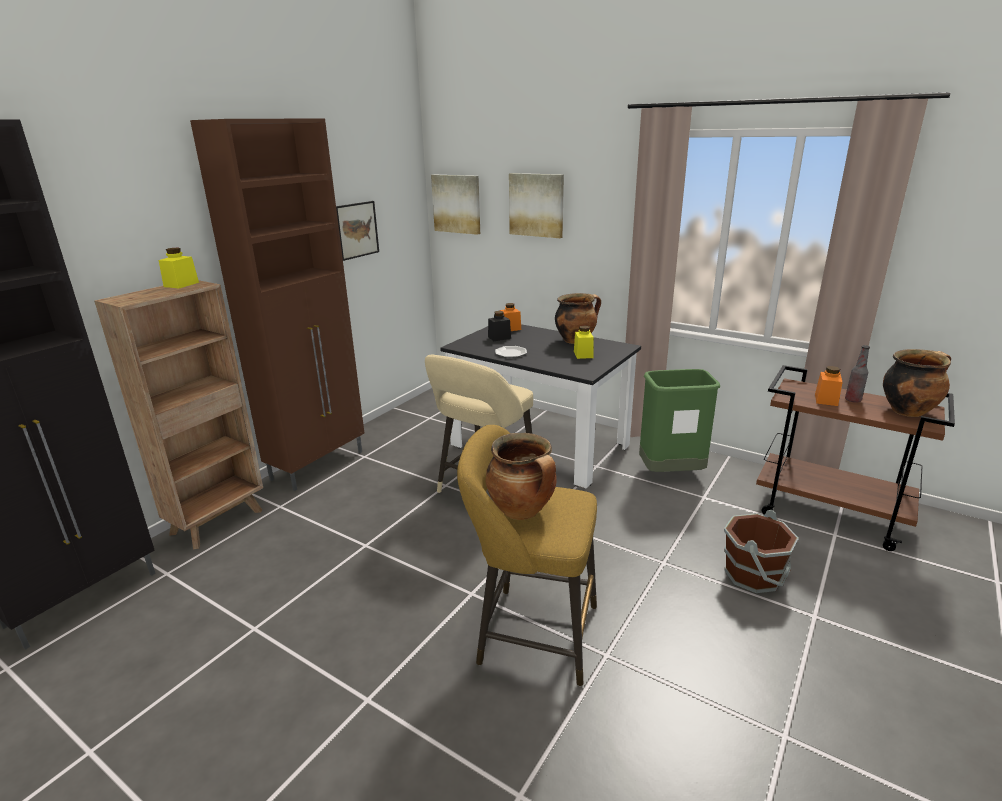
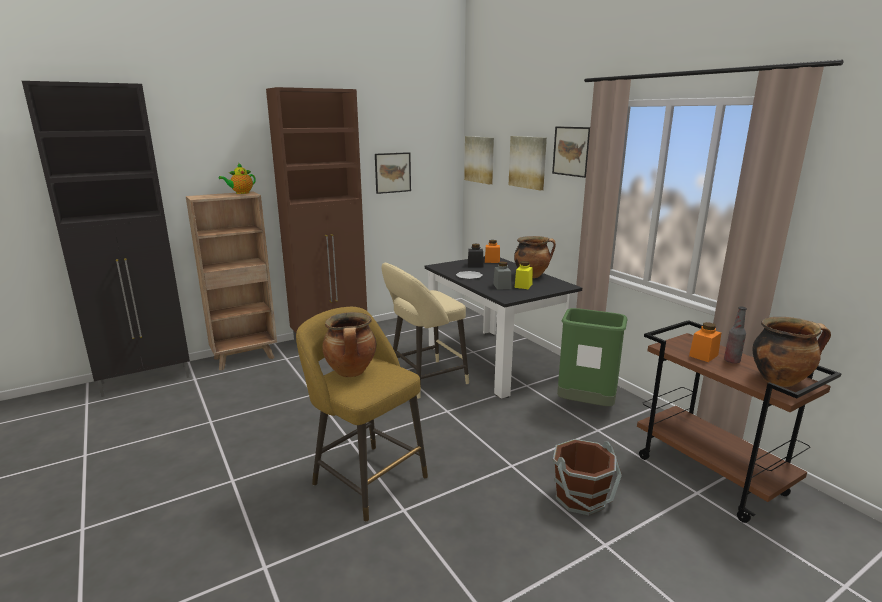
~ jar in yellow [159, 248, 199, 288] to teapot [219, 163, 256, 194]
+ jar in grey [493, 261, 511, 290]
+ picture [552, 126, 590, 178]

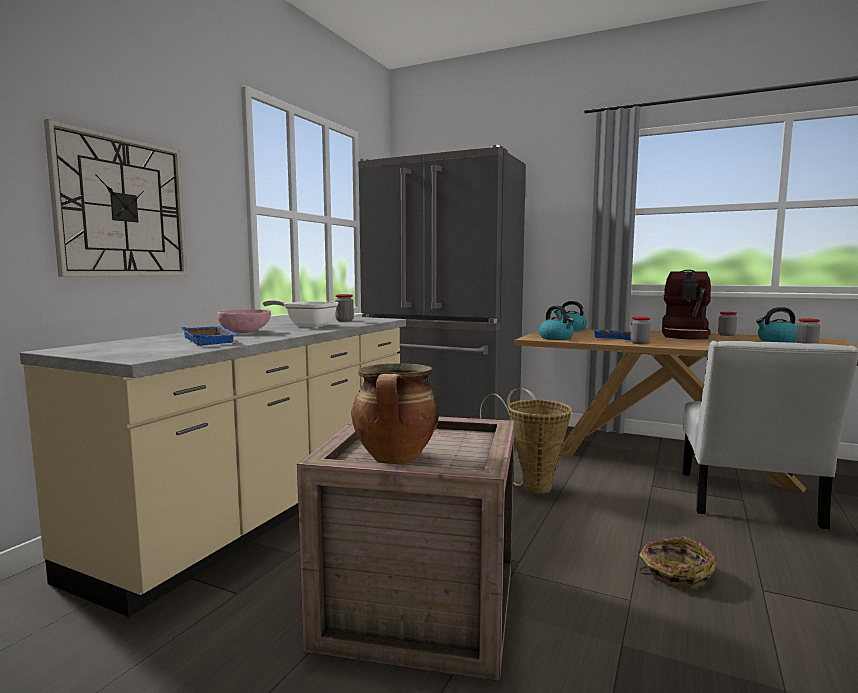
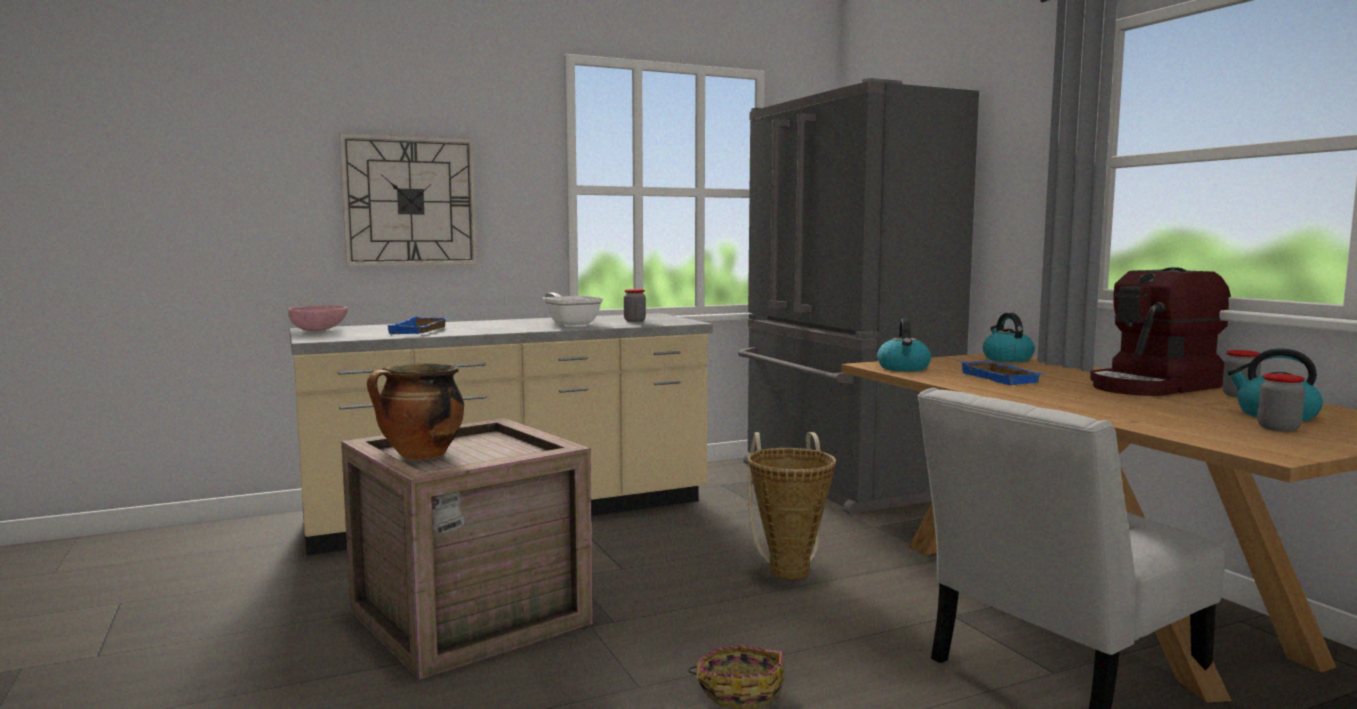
~ bowl in pink [217, 309, 271, 333] to [288, 305, 348, 331]
- jar [630, 317, 651, 344]

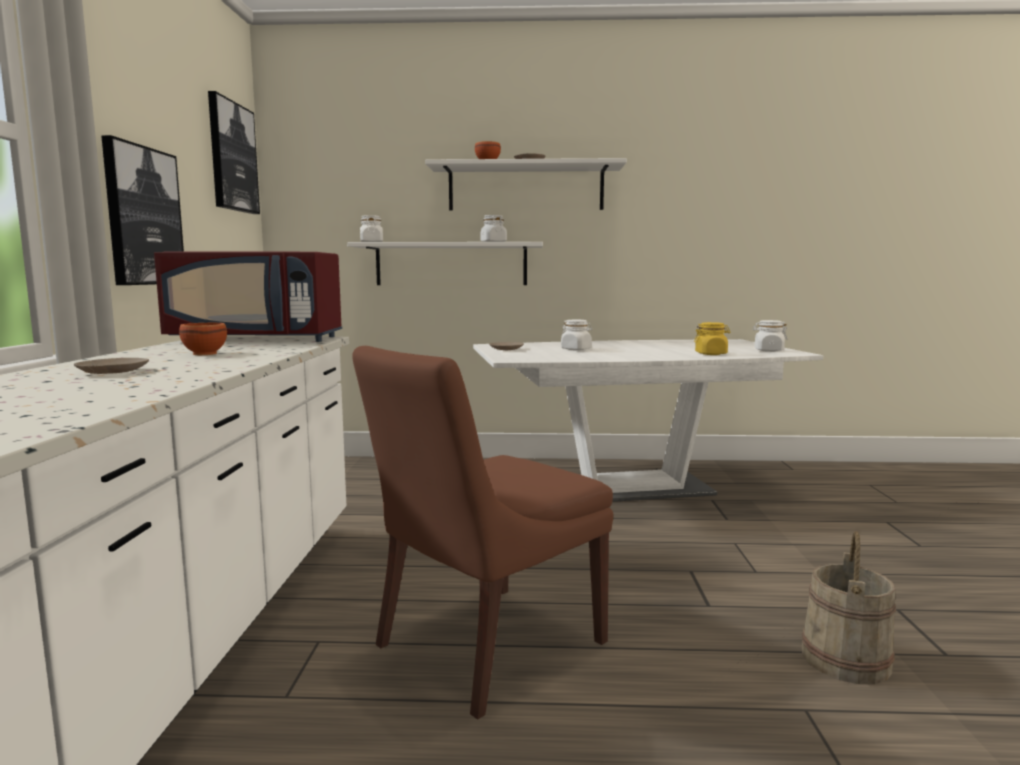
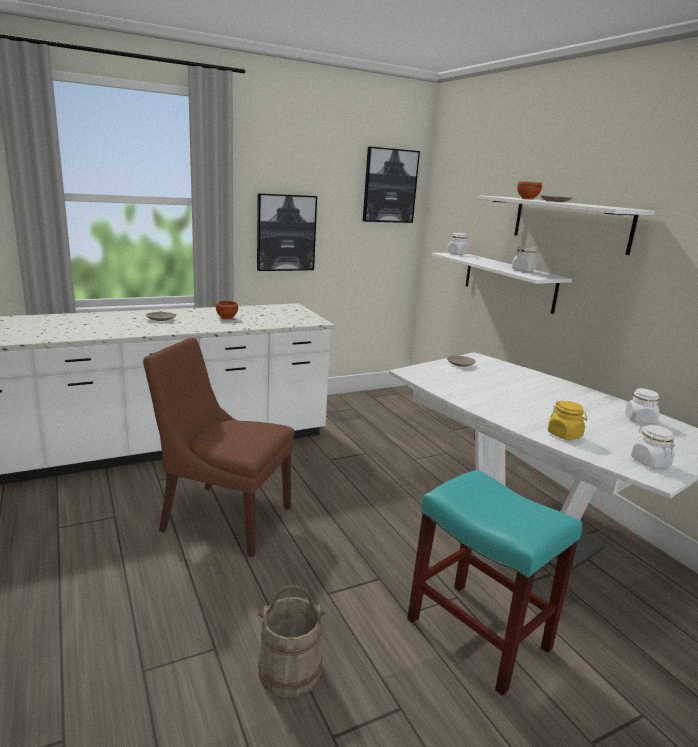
- microwave in red [154, 251, 342, 342]
~ jar in white [561, 320, 592, 350] to [625, 388, 659, 424]
+ stool in turquoise [407, 470, 583, 697]

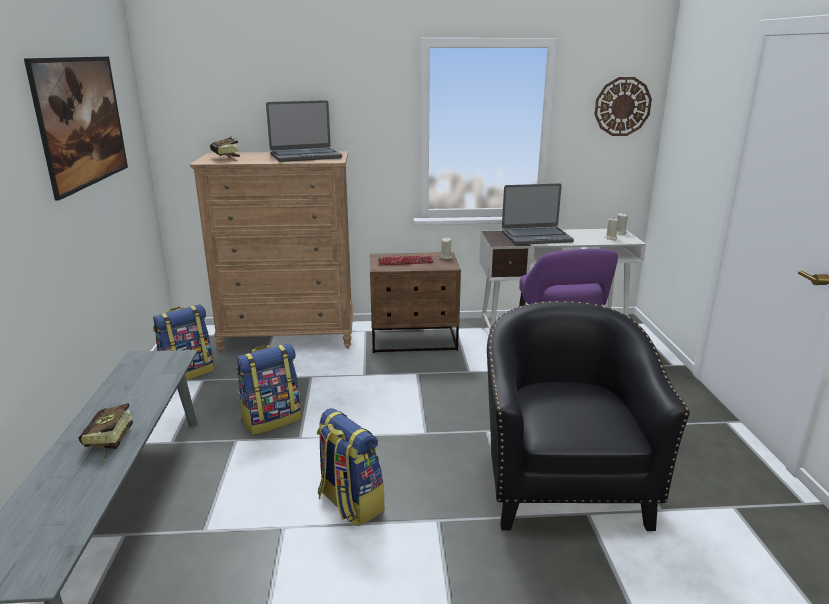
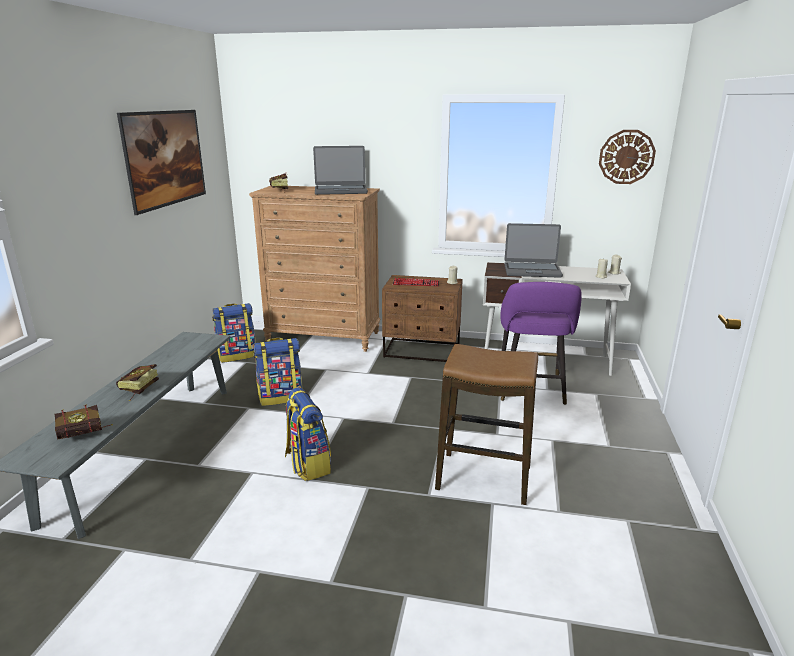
~ armchair in black [487, 301, 690, 531] to stool [435, 344, 538, 505]
+ book [55, 405, 113, 439]

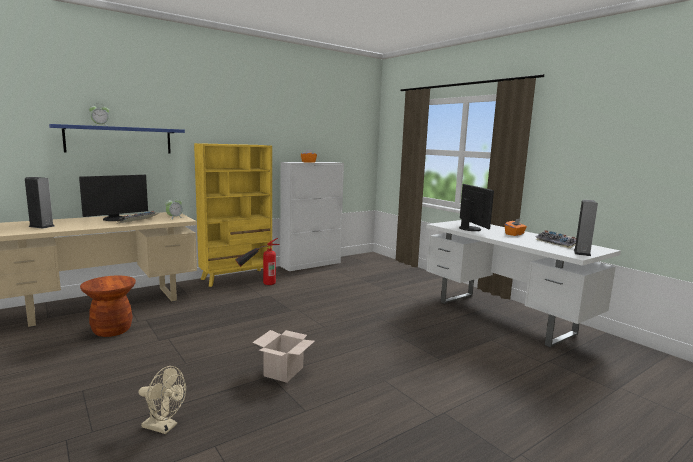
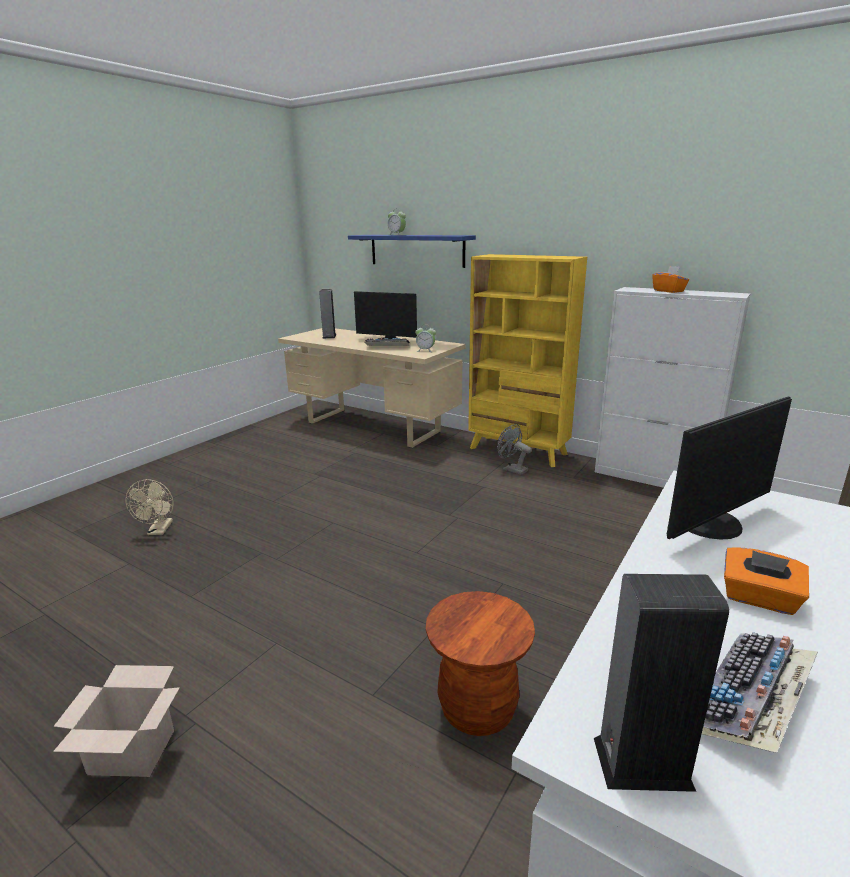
~ stool in brown [80, 276, 136, 337] to [426, 591, 535, 736]
~ fire extinguisher [235, 238, 280, 285] to fan in grey [497, 424, 532, 475]
~ cardboard box [252, 330, 315, 383] to [53, 665, 180, 777]

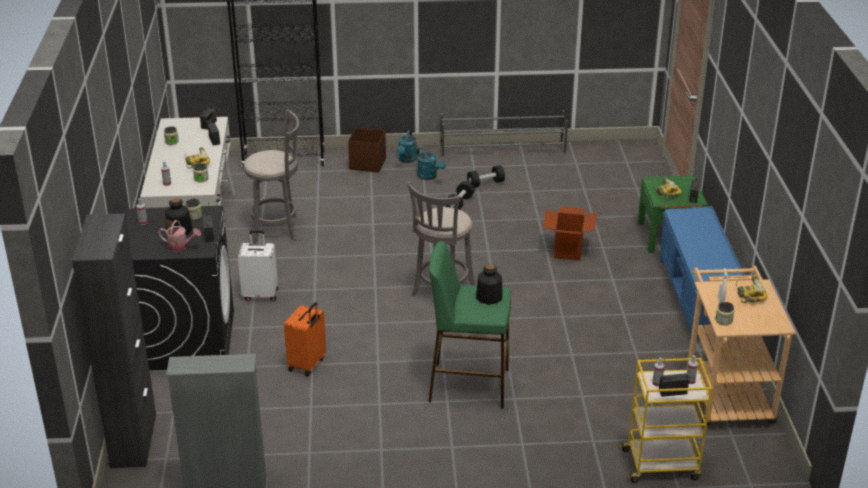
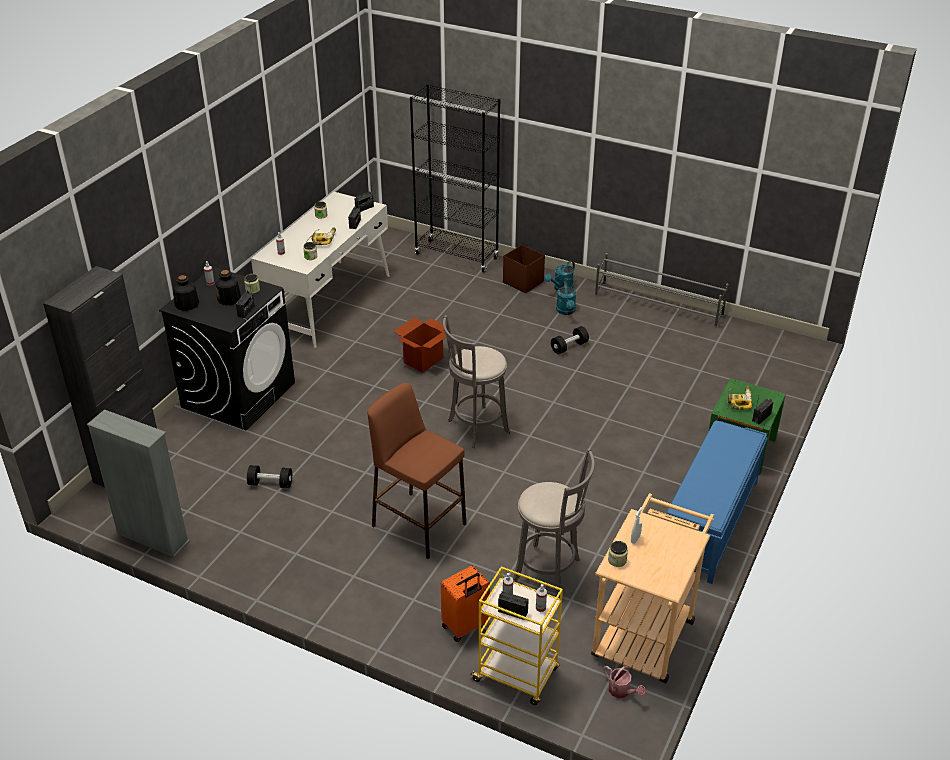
~ watering can [158, 220, 201, 252] to [603, 666, 646, 698]
- suitcase in white [238, 230, 278, 301]
~ stool in grey [244, 109, 299, 243] to [513, 448, 595, 598]
~ suitcase in orange [284, 302, 326, 376] to [441, 565, 490, 642]
~ stool in green [428, 242, 511, 409] to stool in brown [367, 383, 466, 559]
~ dumbbell in black [467, 165, 505, 188] to [247, 465, 292, 488]
~ bottle [476, 264, 503, 305] to [173, 275, 199, 311]
~ cardboard box [543, 207, 597, 261] to [393, 317, 452, 373]
- power drill [736, 276, 767, 303]

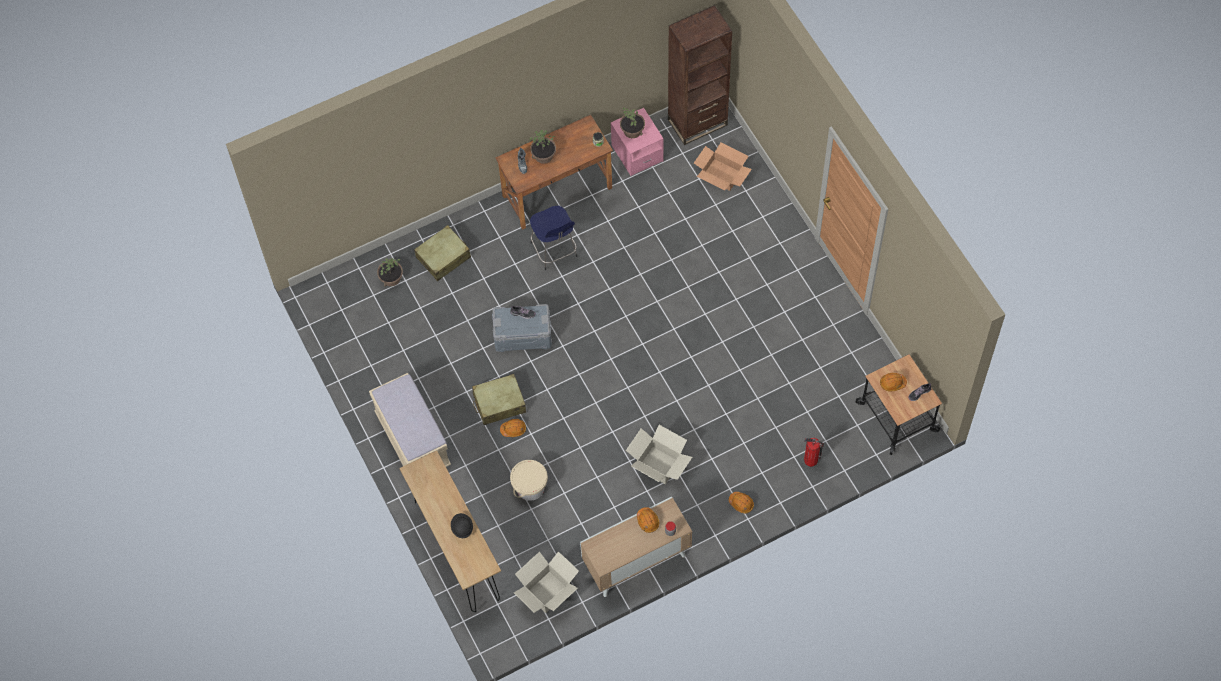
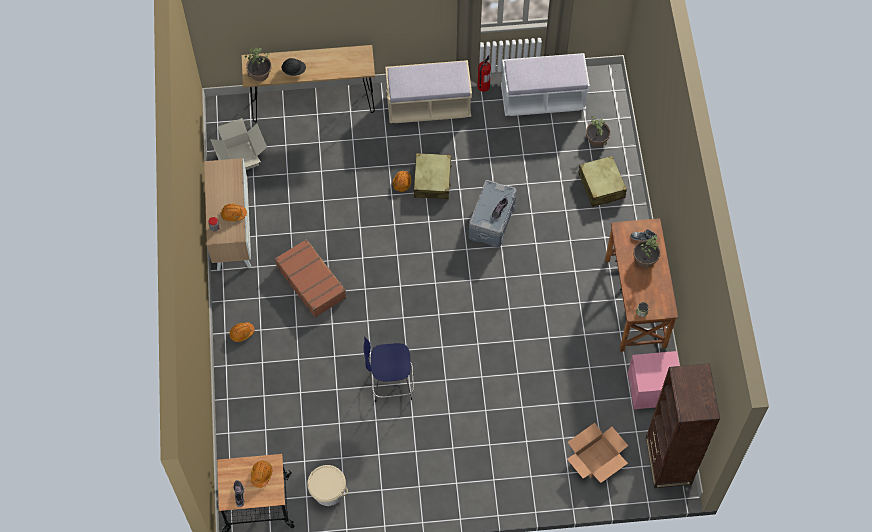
~ bucket in beige [510, 460, 548, 501] to [307, 465, 348, 506]
~ stool in blue [530, 206, 577, 270] to [363, 337, 414, 402]
~ potted plant [620, 108, 645, 138] to [245, 48, 272, 81]
~ cardboard box [626, 425, 692, 484] to suitcase in brown [275, 239, 346, 318]
~ fire extinguisher [804, 438, 824, 467] to [477, 55, 491, 92]
+ bench in white [501, 53, 590, 116]

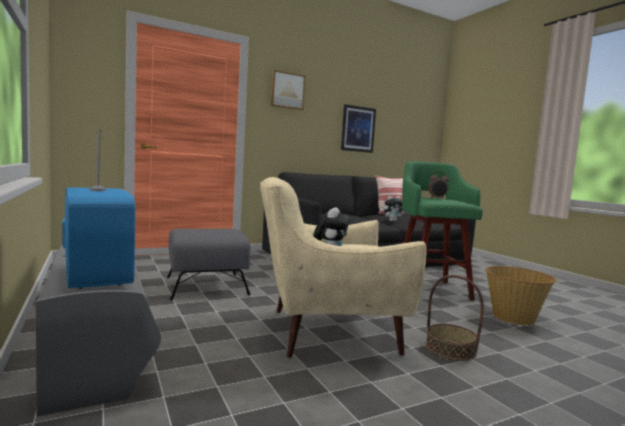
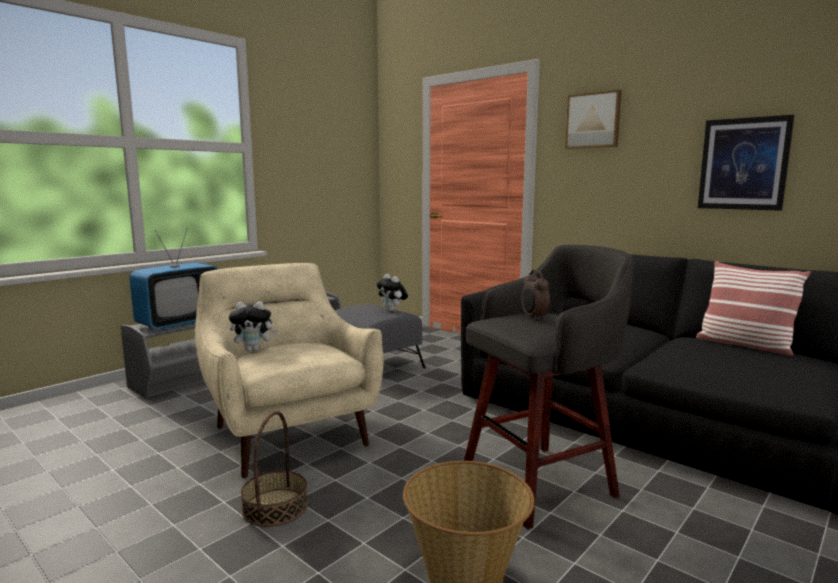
~ plush toy [384, 196, 404, 221] to [376, 274, 408, 311]
~ stool in green [402, 162, 483, 301] to stool in grey [464, 245, 634, 529]

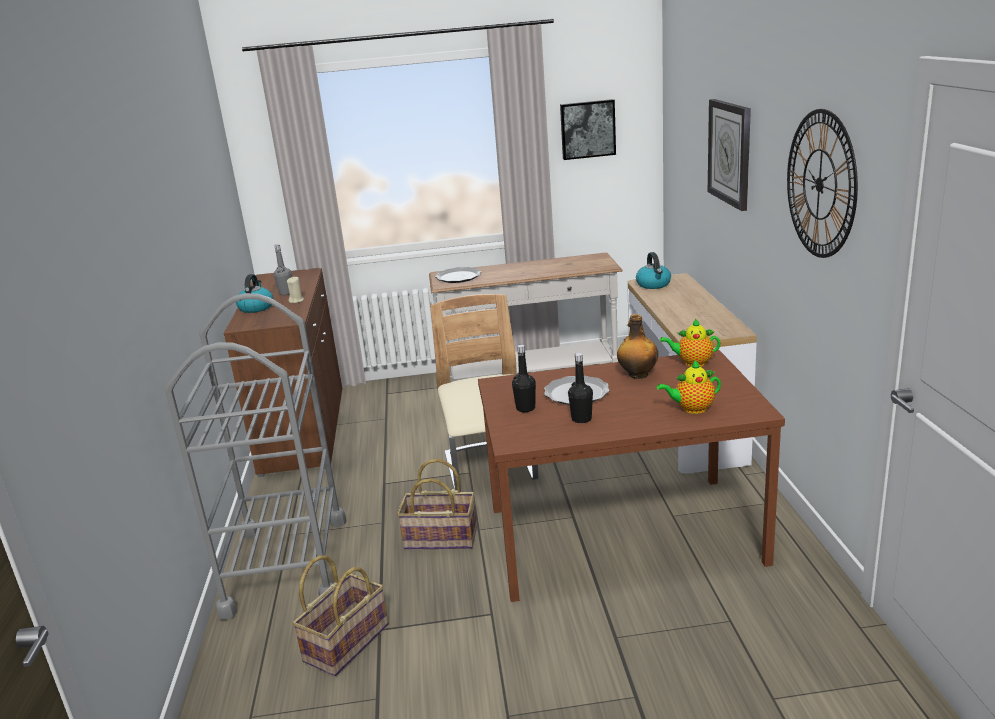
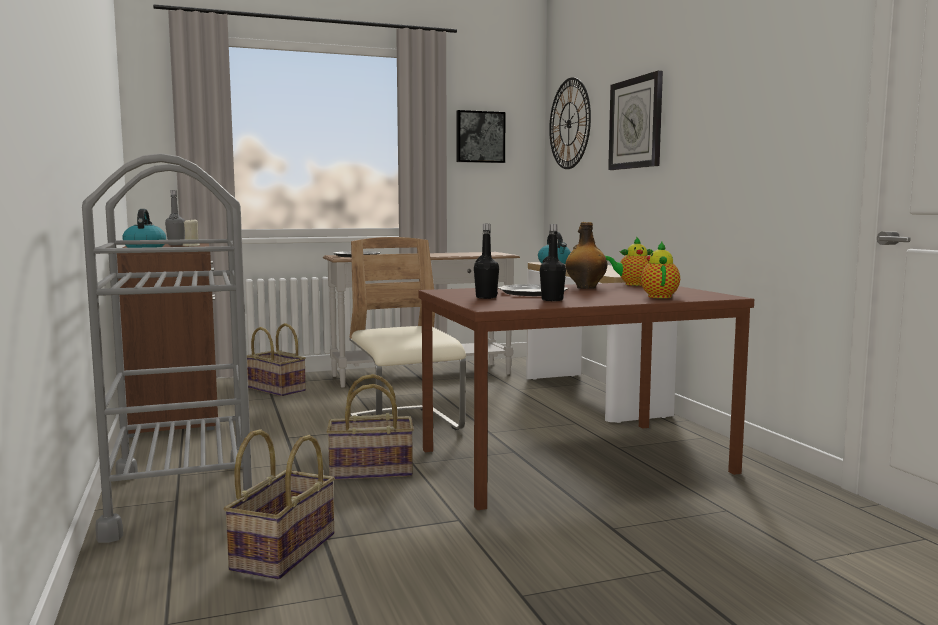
~ teapot [657, 360, 721, 414] = [641, 242, 680, 298] 120 degrees clockwise
~ wall clock [787, 109, 858, 258] to [549, 77, 591, 169]
+ basket [247, 323, 306, 396]

